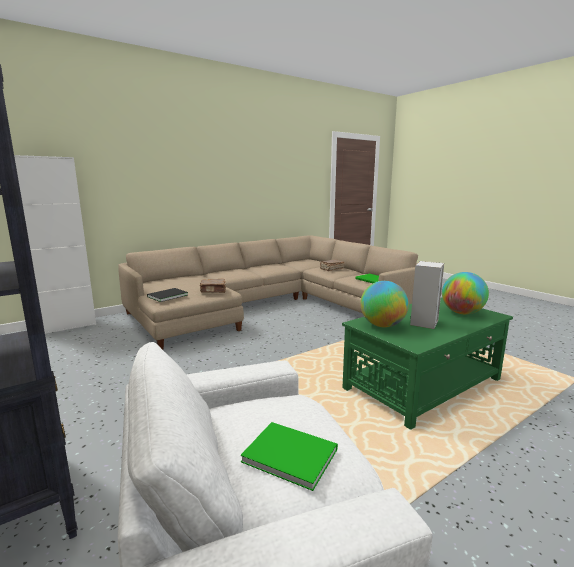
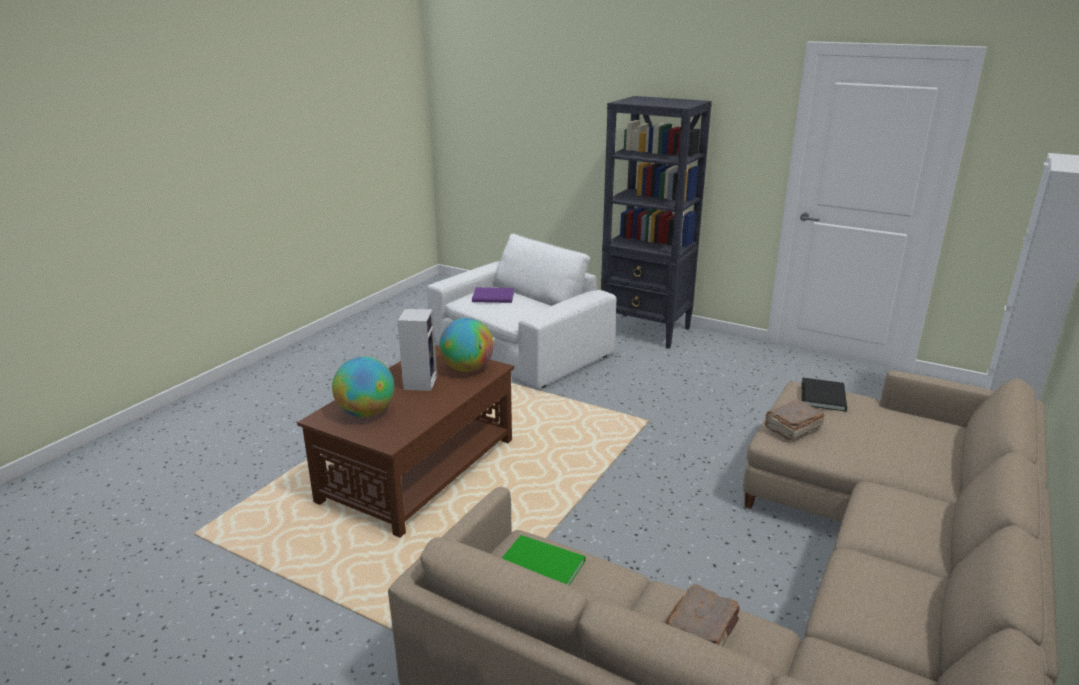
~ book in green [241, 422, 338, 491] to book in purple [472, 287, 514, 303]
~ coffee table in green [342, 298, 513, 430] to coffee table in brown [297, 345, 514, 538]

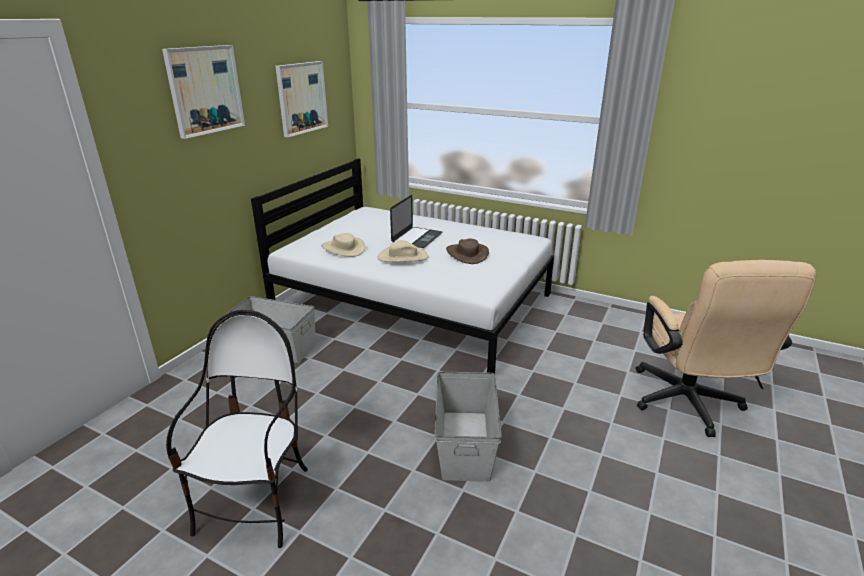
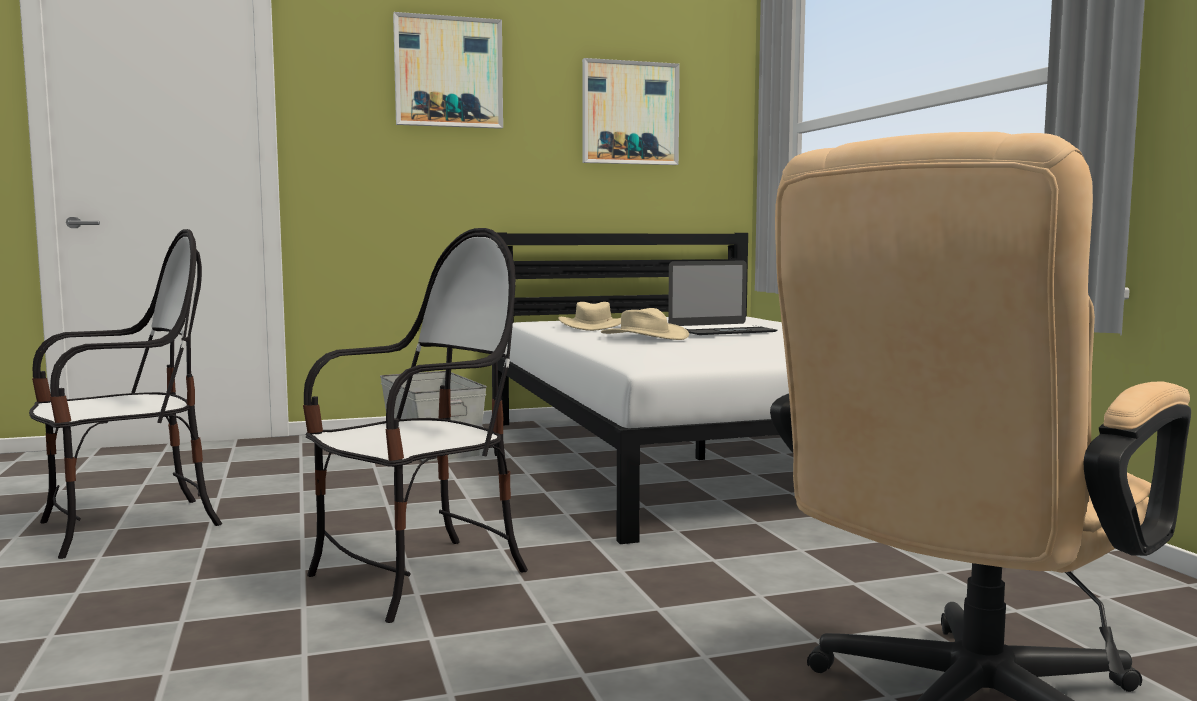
~ storage box in grey [434, 371, 502, 482] to chair [303, 228, 528, 623]
- hat in brown [446, 239, 489, 264]

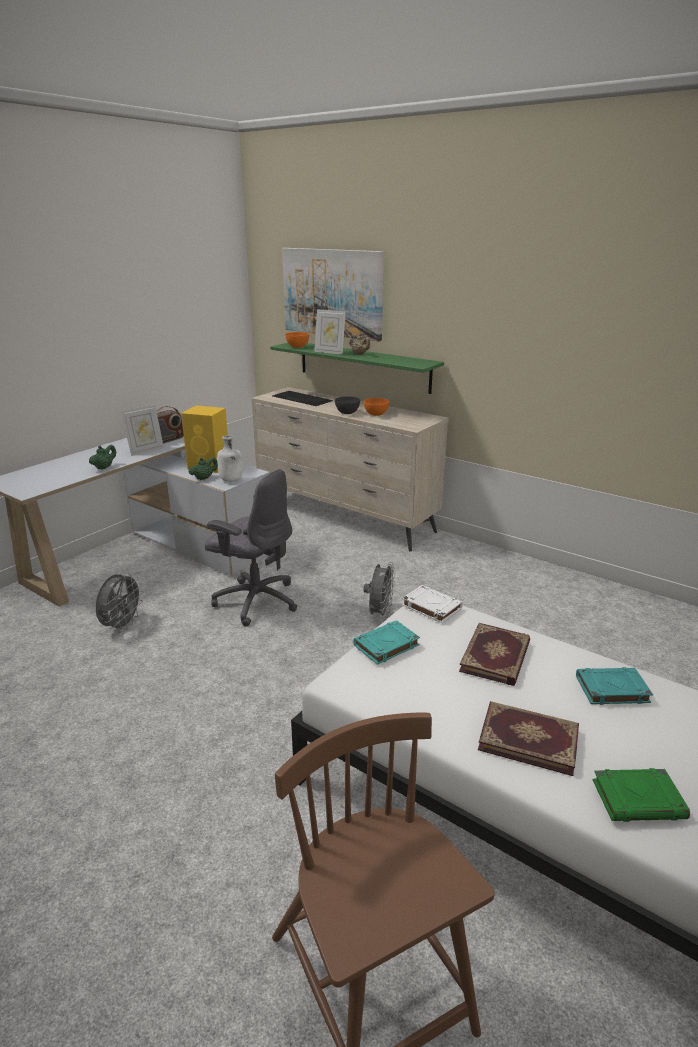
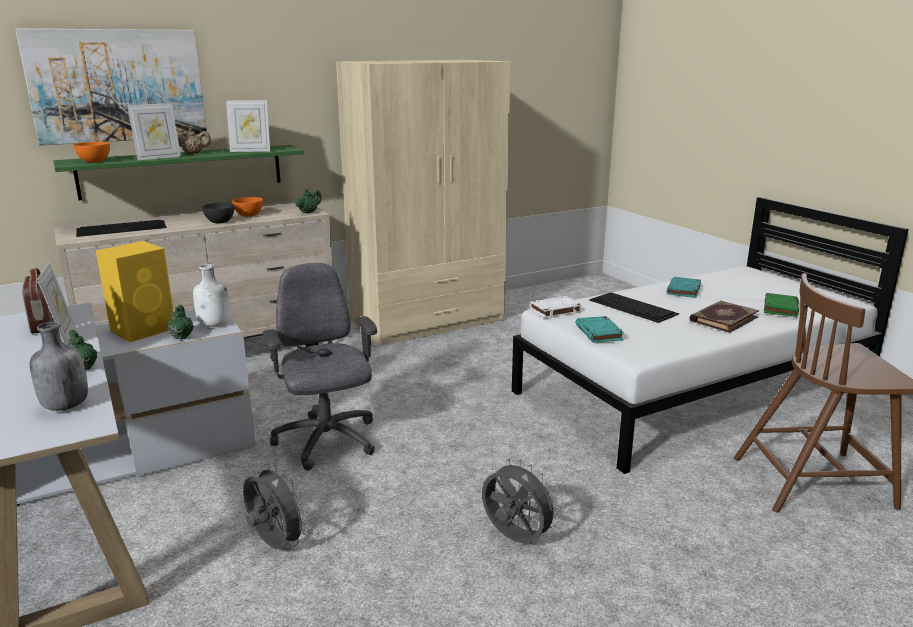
~ office chair in grey [205, 469, 297, 627] = [263, 263, 377, 471] 75 degrees counterclockwise
~ fan in grey [363, 562, 395, 620] to [482, 459, 560, 543]
~ book [459, 623, 530, 686] to keyboard [589, 292, 679, 323]
+ bottle in grey [30, 322, 88, 411]
+ picture frame [226, 100, 270, 152]
+ teapot in green [295, 189, 322, 214]
+ wardrobe in beige [336, 60, 511, 347]

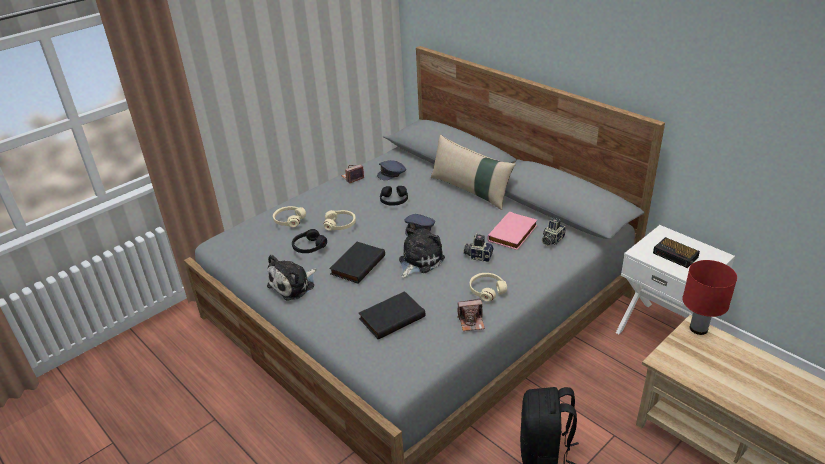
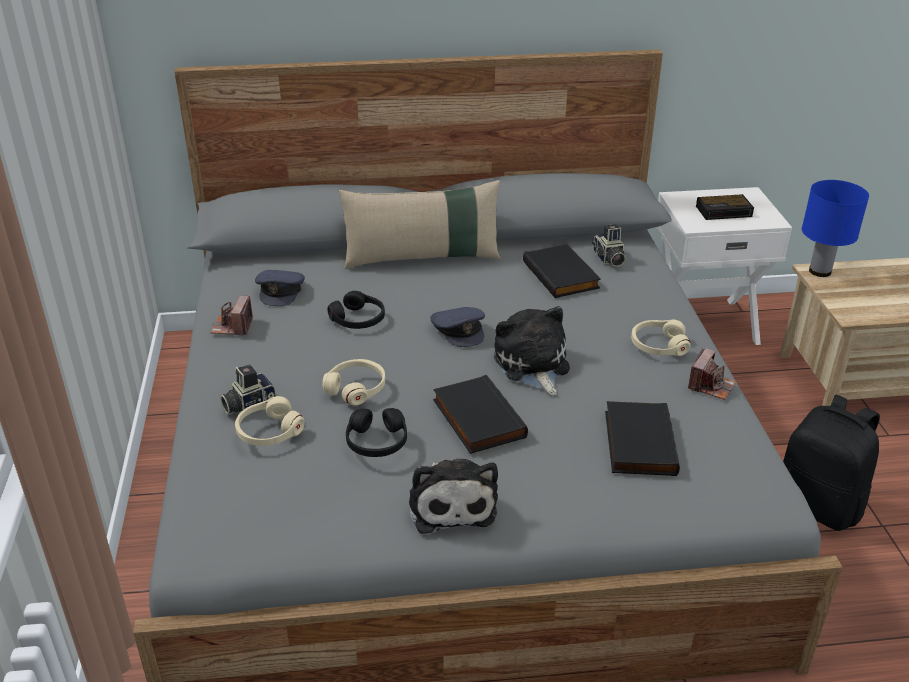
~ photo camera [463, 233, 494, 262] to [220, 365, 276, 414]
~ book in pink [487, 212, 537, 250] to book in black [523, 244, 601, 298]
~ table lamp in red [682, 260, 737, 335] to table lamp in blue [802, 180, 869, 277]

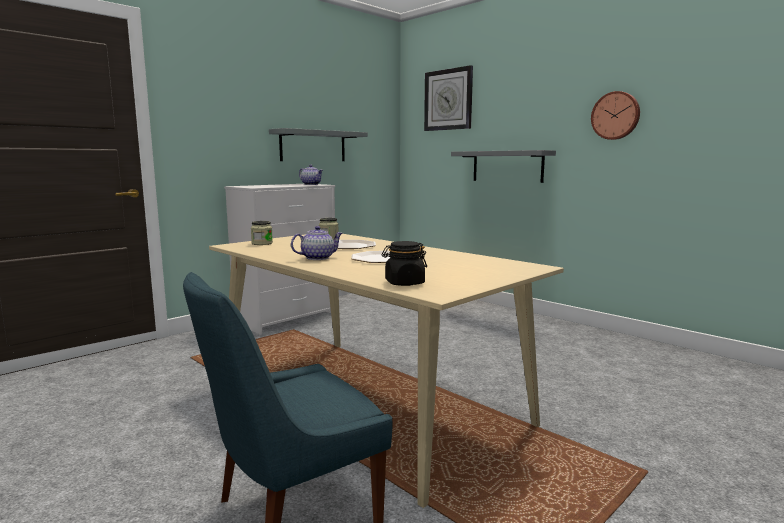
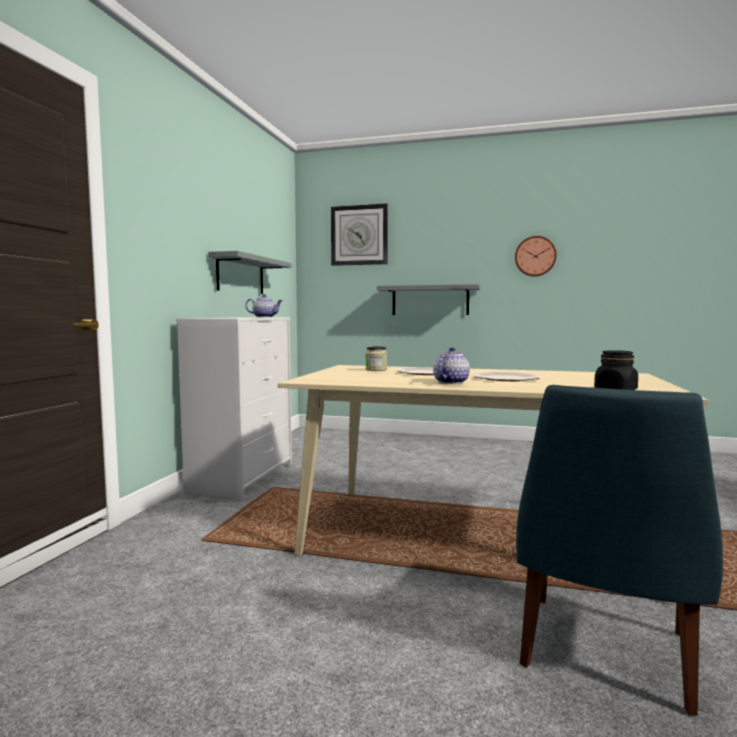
- jar [251, 221, 273, 245]

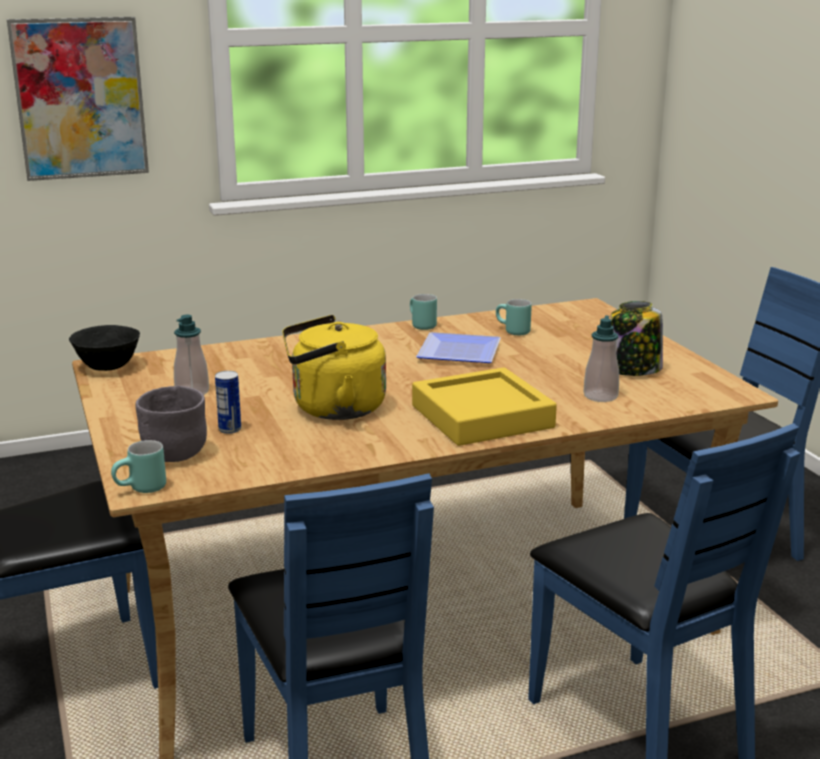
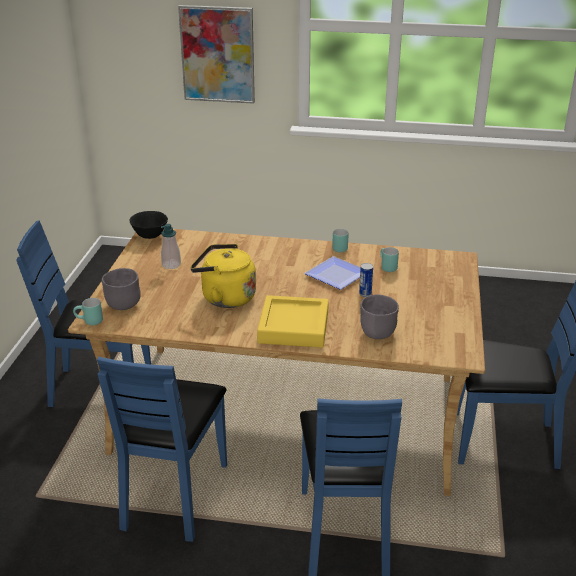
~ can [215, 371, 241, 434] to [359, 263, 373, 297]
~ soap dispenser [584, 316, 619, 402] to bowl in grey [360, 294, 399, 339]
- jar [610, 301, 663, 376]

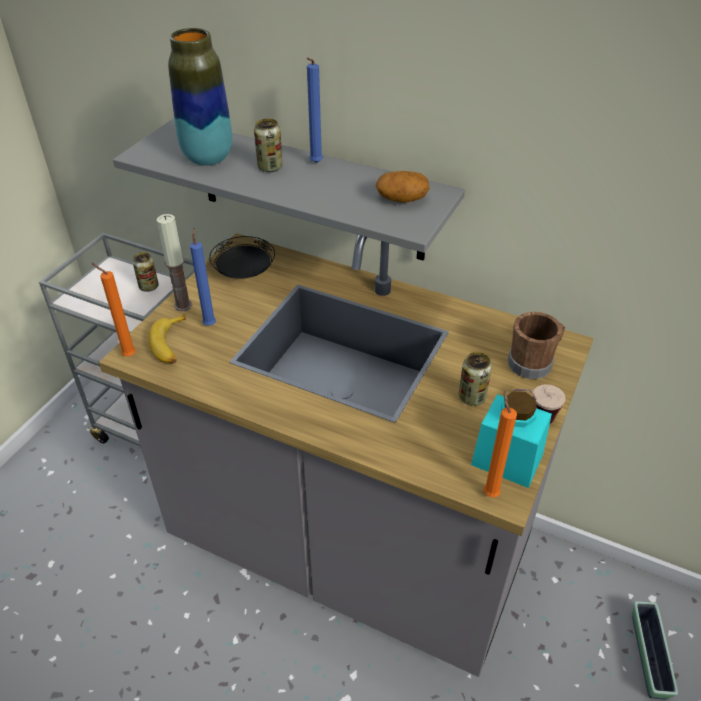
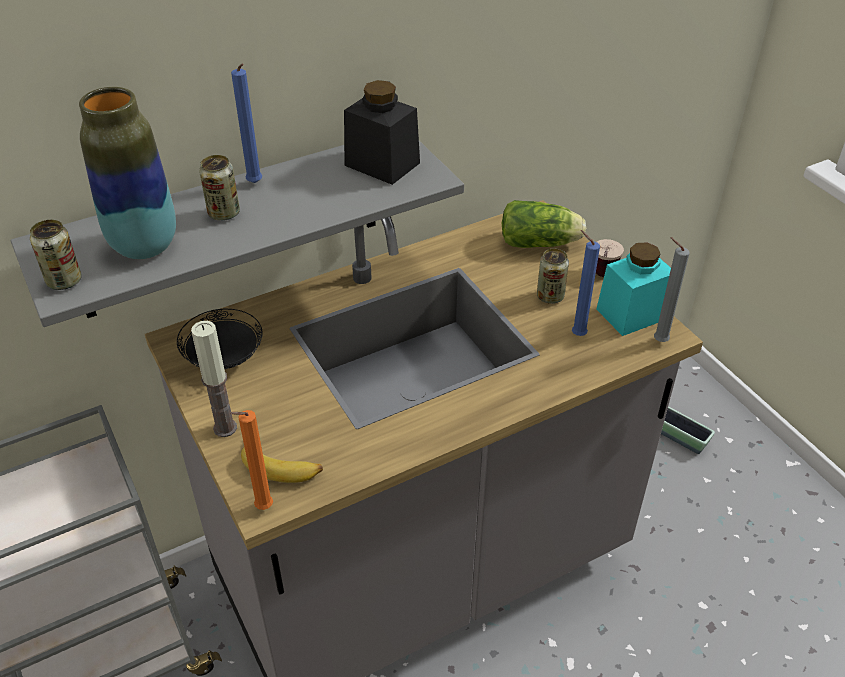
~ can [133, 252, 159, 292] to [30, 220, 82, 290]
~ candle in blue [190, 228, 216, 326] to [572, 230, 600, 336]
~ potato [376, 171, 430, 203] to jar in black [344, 80, 420, 185]
~ candle in orange [483, 391, 517, 497] to candle in grey [654, 237, 689, 342]
~ mug in brown [508, 312, 565, 379] to lettuce [502, 200, 586, 248]

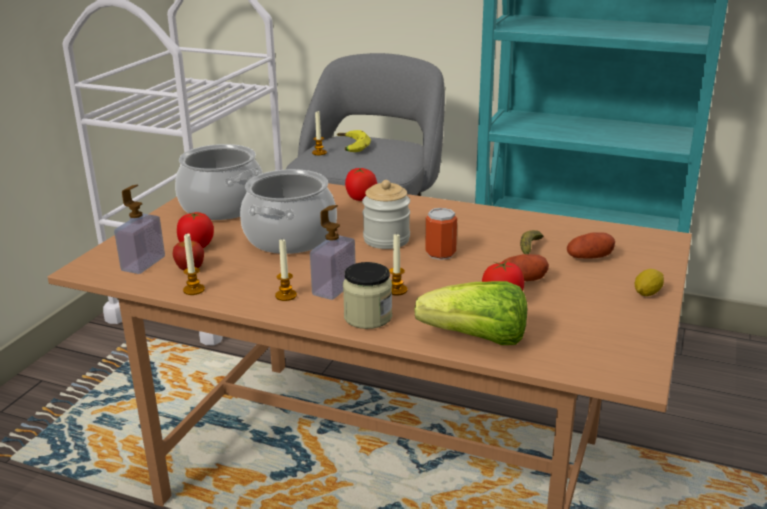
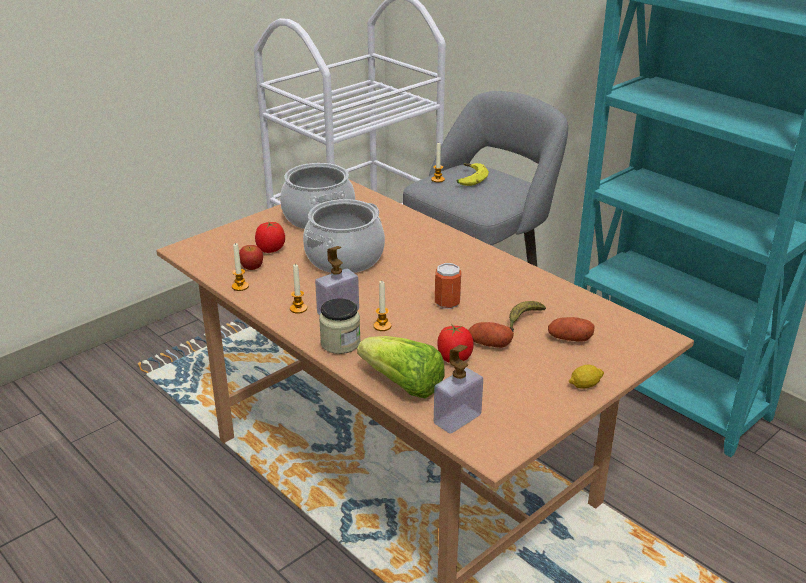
~ soap dispenser [114, 184, 165, 274] to [434, 345, 483, 434]
- tomato [345, 168, 377, 201]
- jar [362, 180, 410, 249]

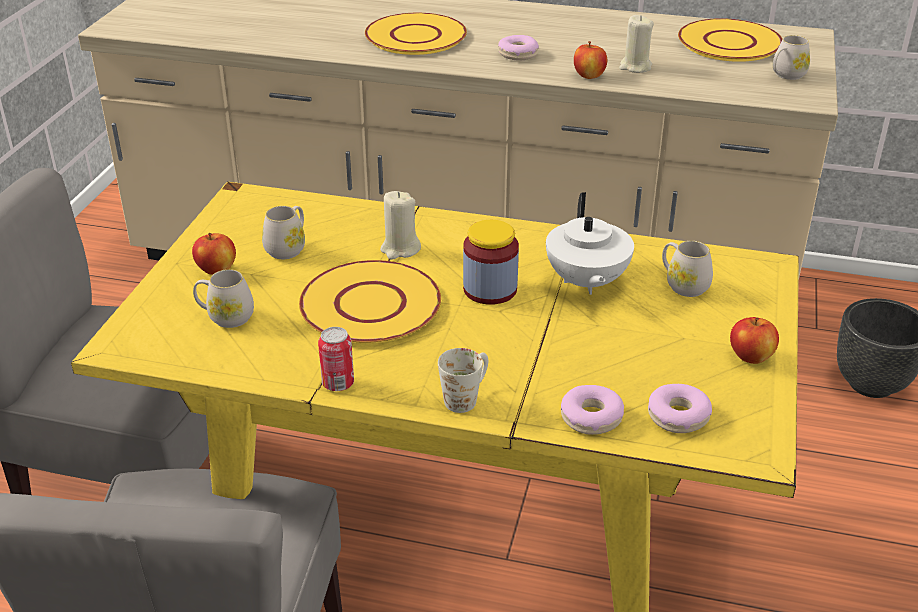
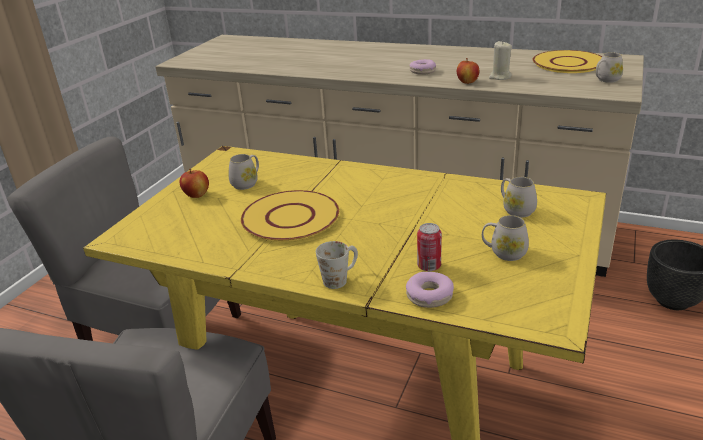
~ mug in white [193, 269, 254, 328] to [482, 215, 529, 261]
~ can [318, 327, 354, 391] to [417, 223, 442, 271]
- plate in yellow [365, 13, 467, 55]
- candle in beige [380, 191, 421, 260]
- jar [463, 220, 519, 305]
- teapot in white [546, 192, 634, 295]
- donut [648, 384, 712, 433]
- apple [730, 317, 779, 364]

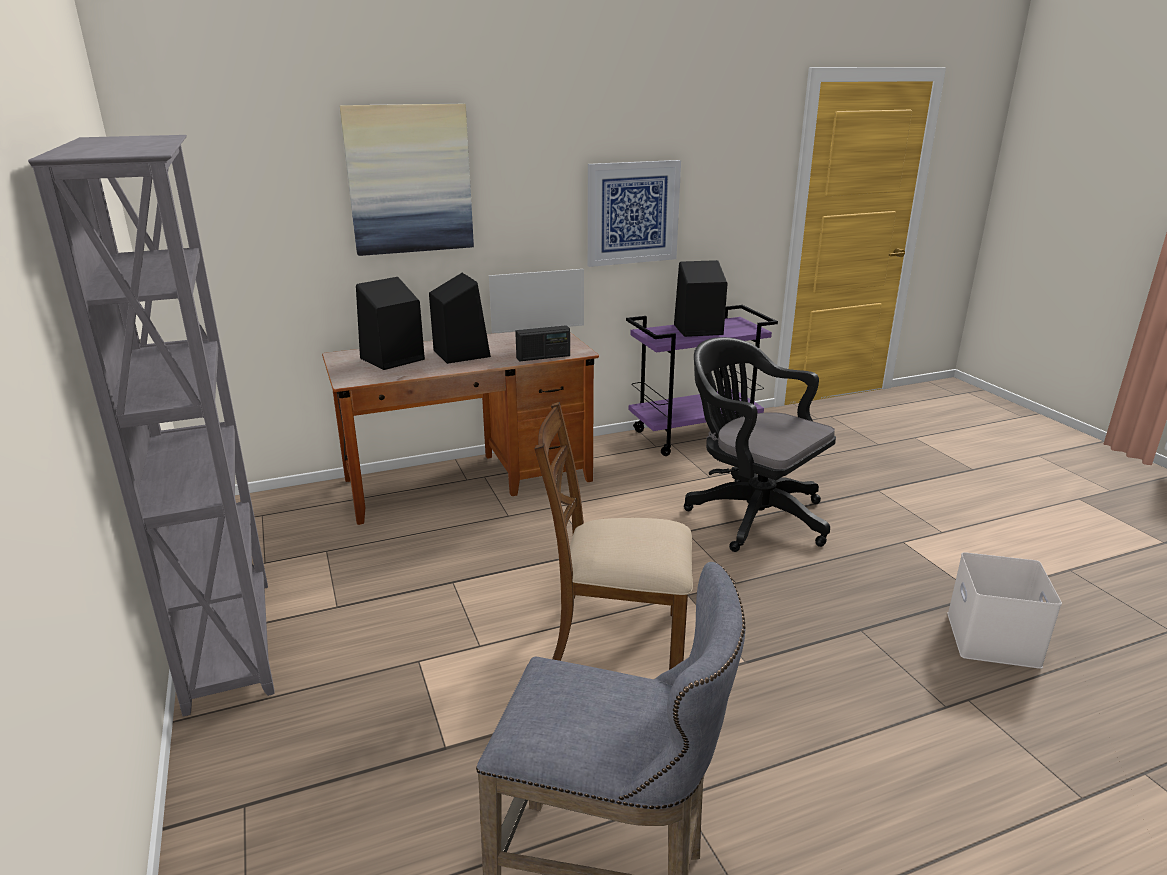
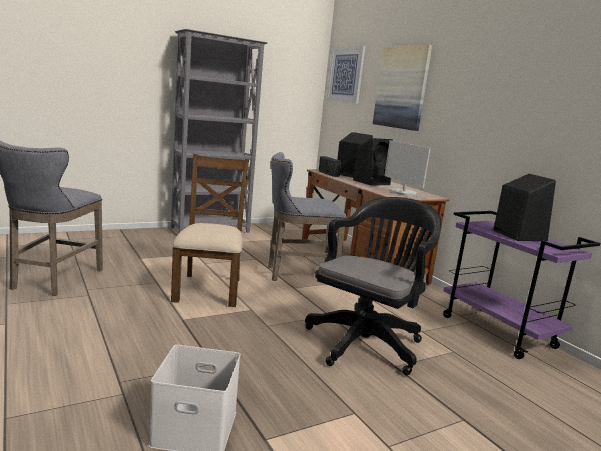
~ radio [515, 325, 570, 362] to [319, 156, 341, 177]
~ picture [588, 160, 681, 267] to [327, 45, 366, 103]
+ stool in grey [268, 152, 347, 281]

